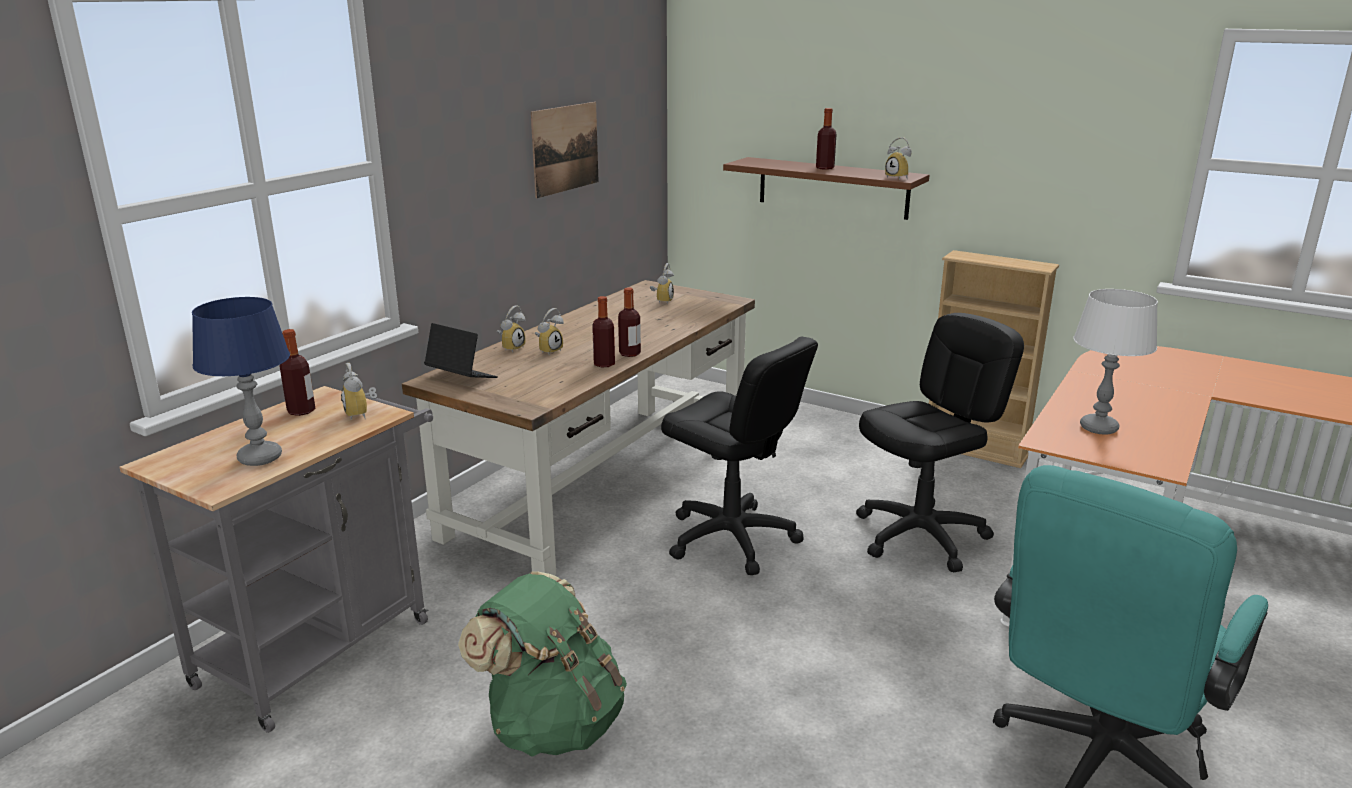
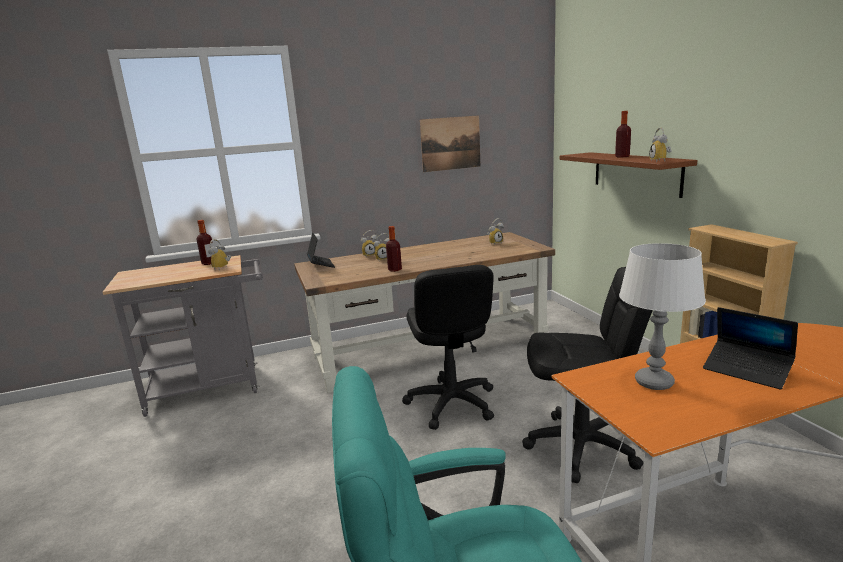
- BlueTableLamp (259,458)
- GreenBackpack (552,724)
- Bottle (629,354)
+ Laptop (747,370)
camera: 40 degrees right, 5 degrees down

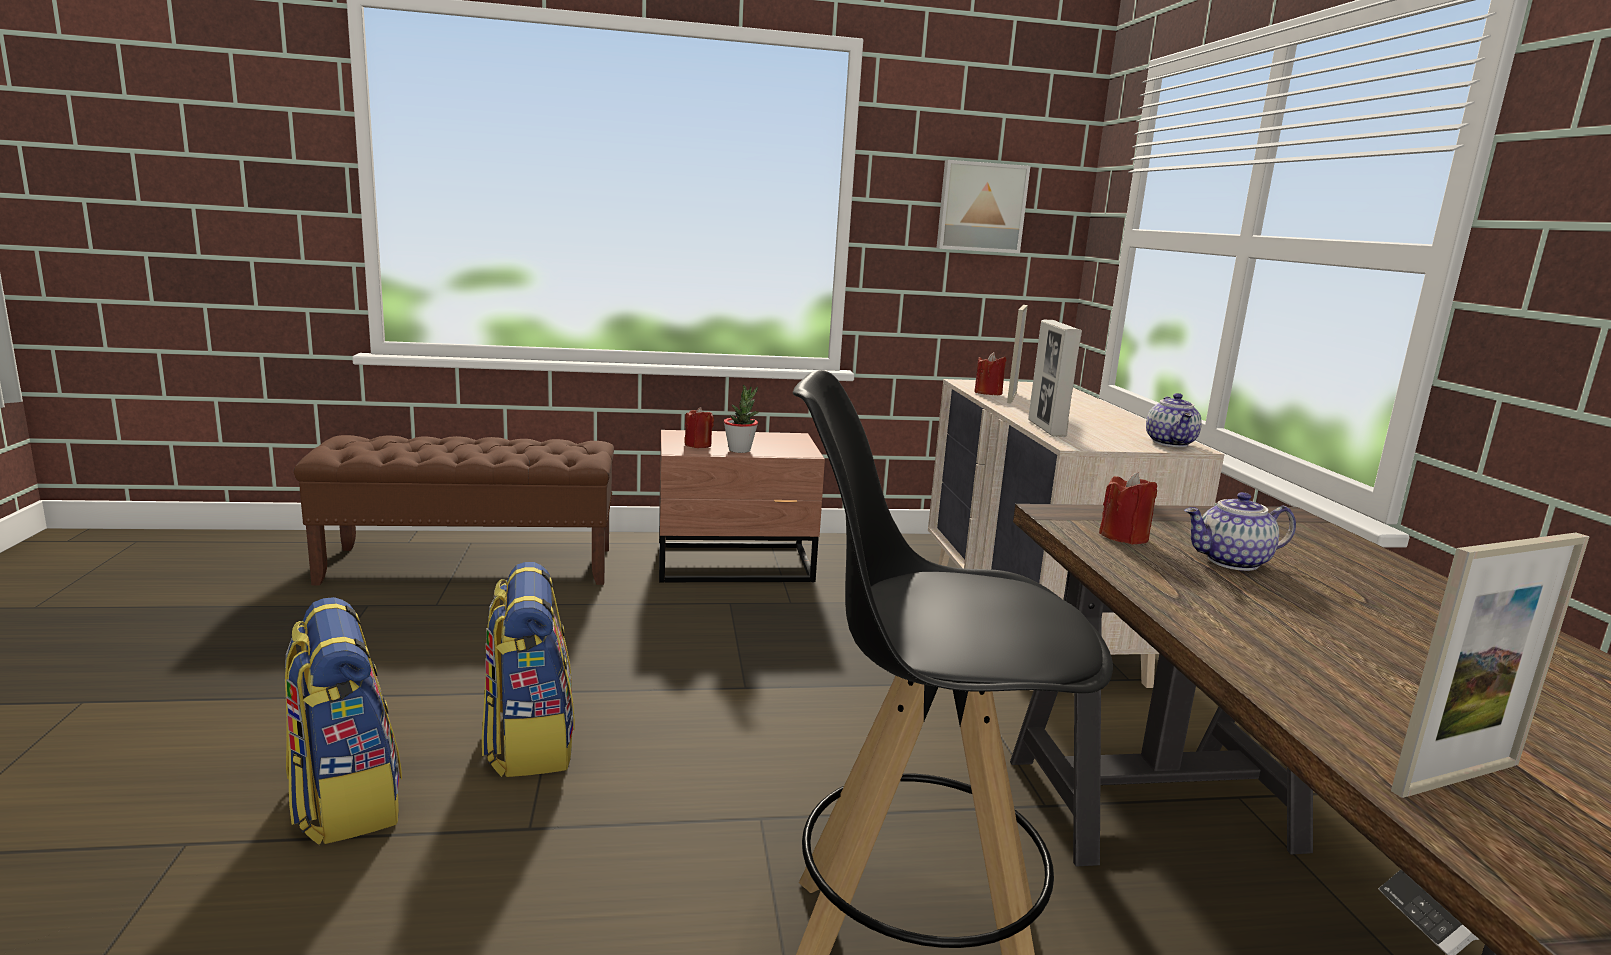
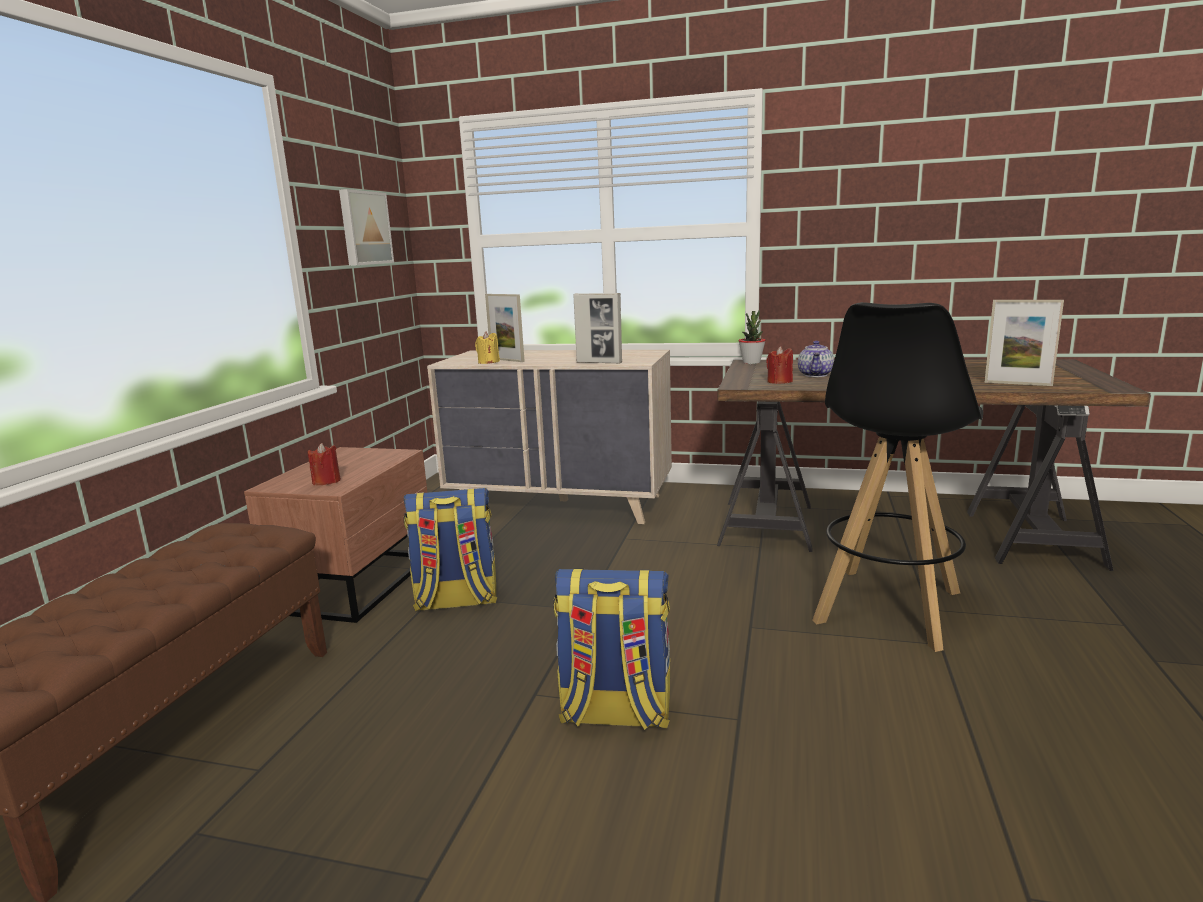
~ Backpack (345,800) to (456,601)
~ PottedPlant (739,450) to (751,362)
~ RedCandle (988,393) to YellowCandle (488,362)
- Teapot (1171,443)
~ PictureFrame (1456,777) = (1018,384) 120 degrees clockwise
camera: 65 degrees left, 0 degrees up

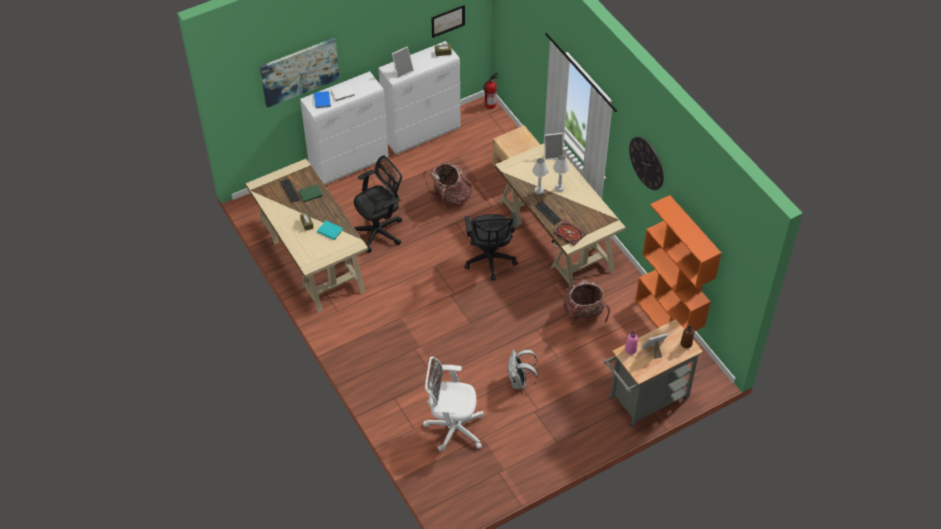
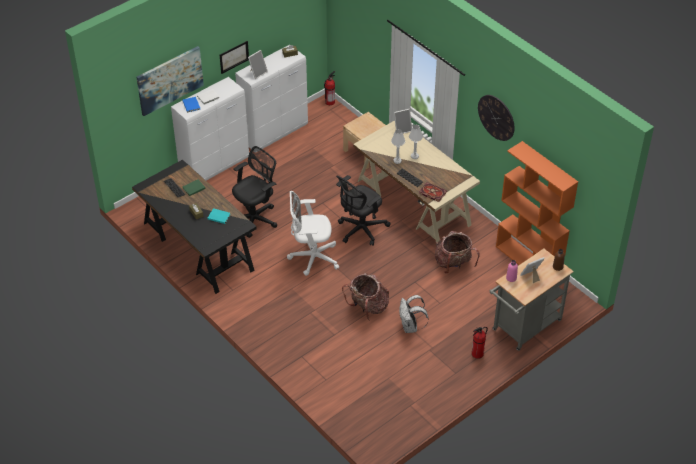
~ BeigeDesk (310,255) to BlackDesk (197,247)
~ Backpack (450,197) to (368,307)
~ WhiteOfficeChair (452,428) to (311,257)
~ Picture (448,21) to (234,57)
~ BlackOfficeChair (490,260) = (360,230) 60 degrees clockwise
+ FireExtinguisher (477,354)
camera: 10 degrees left, 5 degrees down

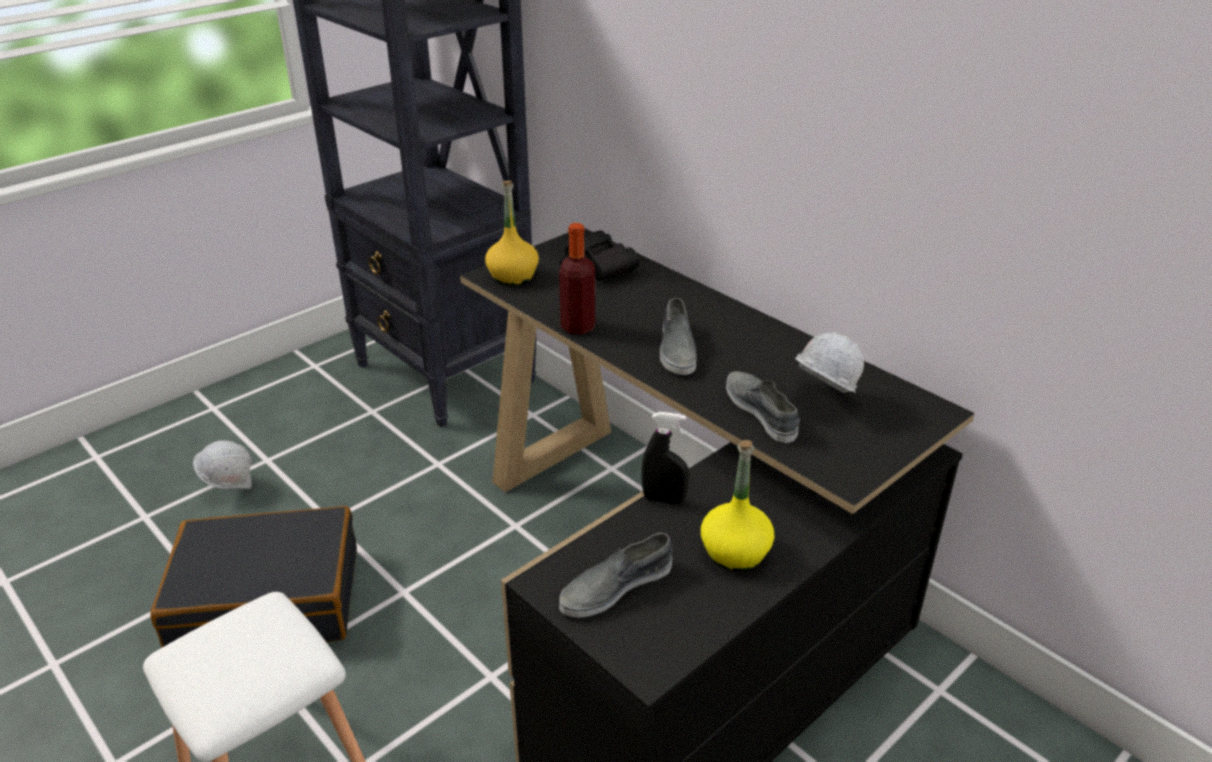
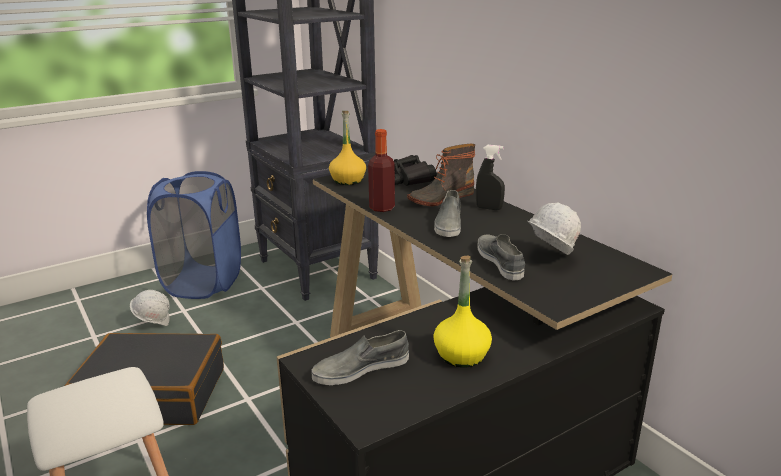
~ BlackSprayBottle (664,499) to (489,208)
+ BlueLaundryBasket (203,282)
+ Boot (440,198)
camera: 10 degrees right, 10 degrees down

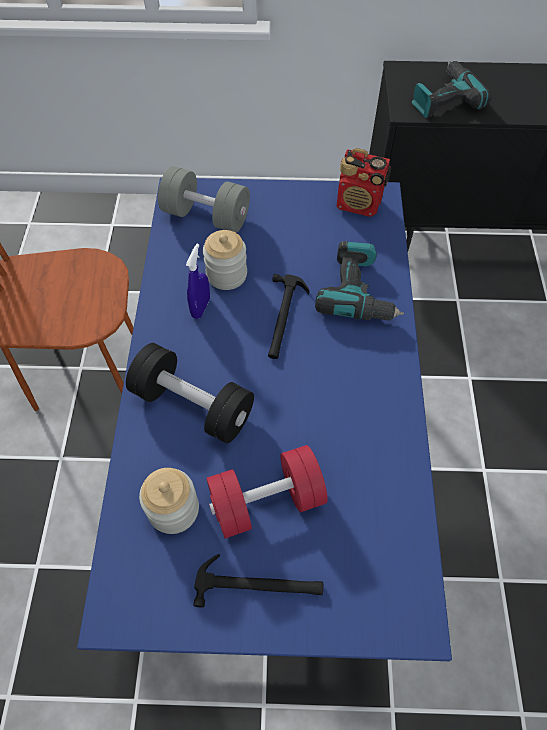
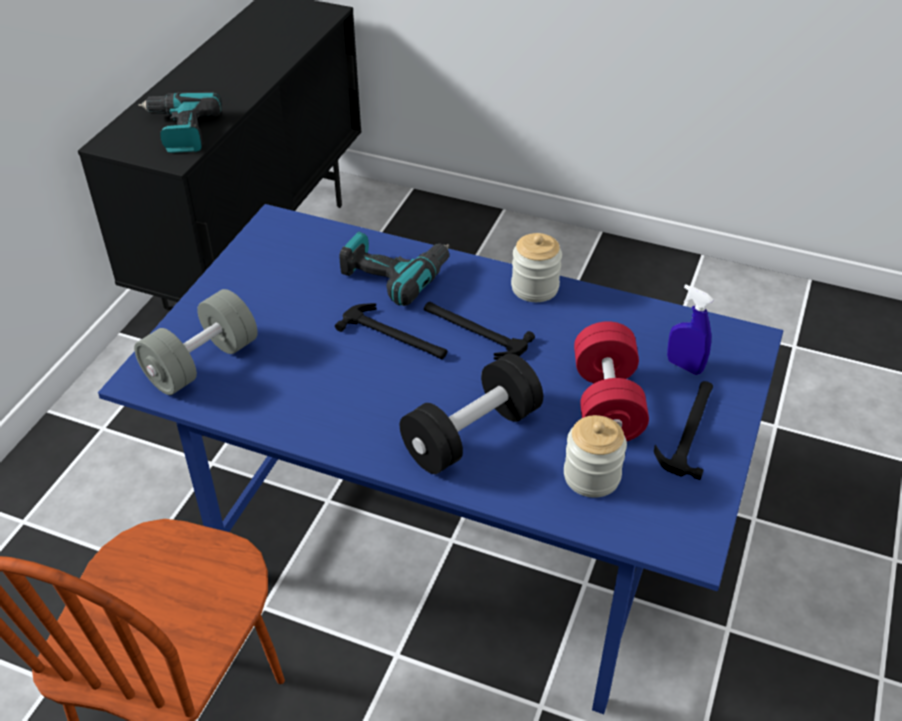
~ BlueSprayBottle (201,307) to (684,366)
~ Jar (226,274) to (535,288)
- Radio (359,204)
+ Hammer (473,331)
camera: 70 degrees left, 15 degrees down

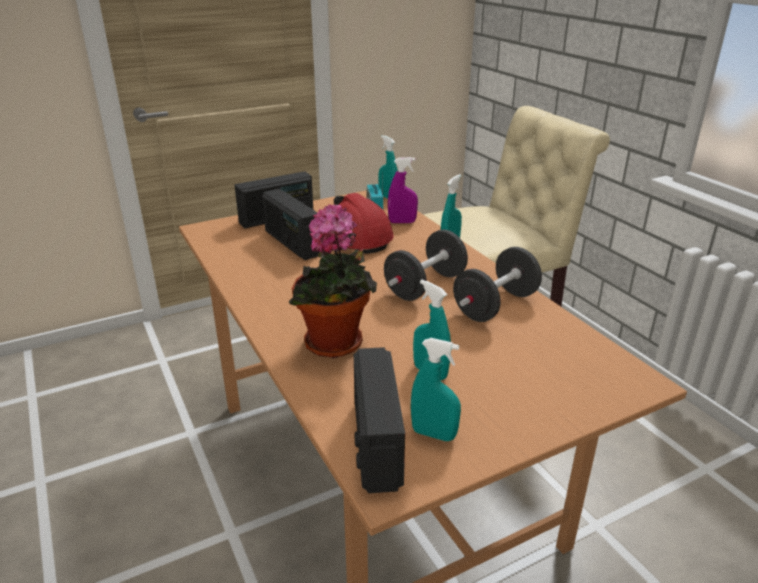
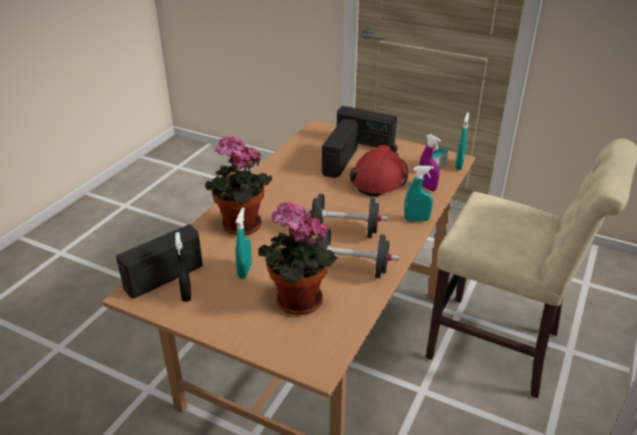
~ TurquoiseSprayBottle (433,434) to BlackSprayBottle (186,294)
+ PottedPlant (296,303)
camera: 55 degrees right, 5 degrees up

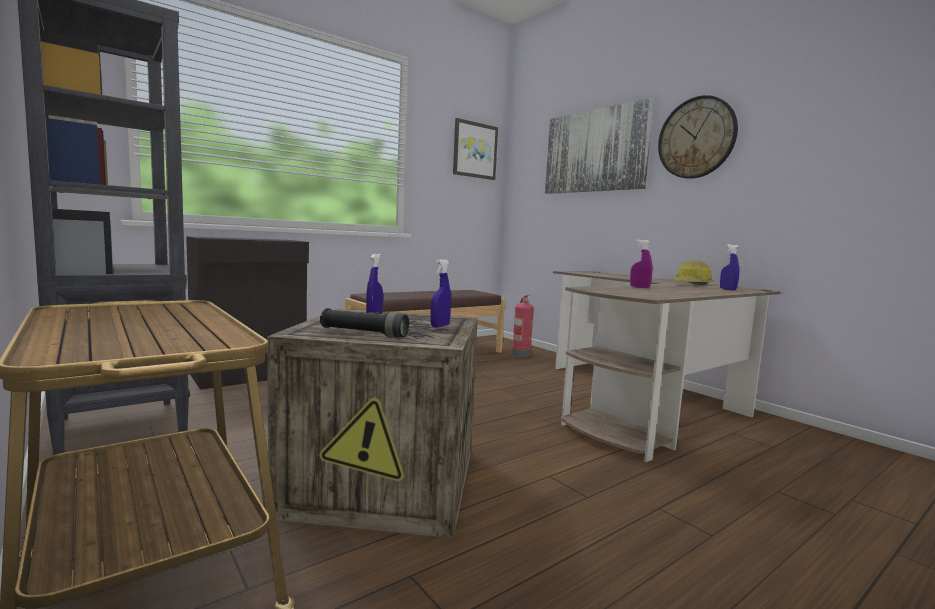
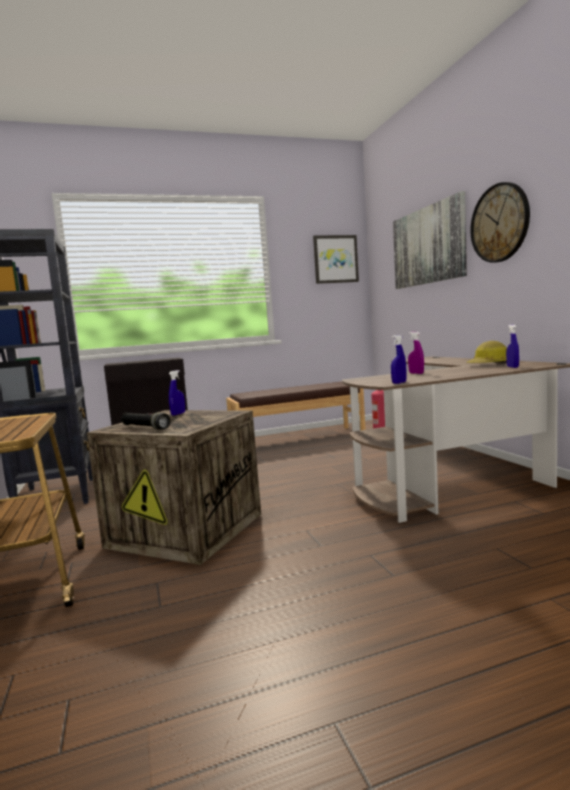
~ BlueSprayBottle (440,326) to (399,383)
camera: 20 degrees right, 0 degrees up

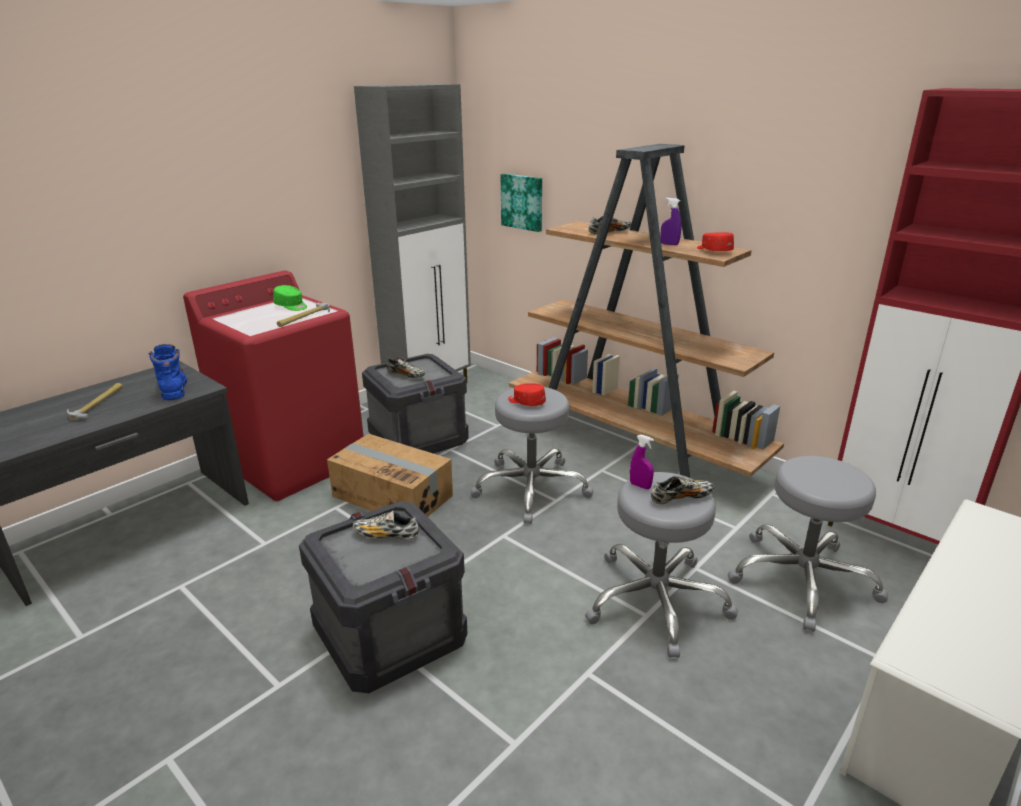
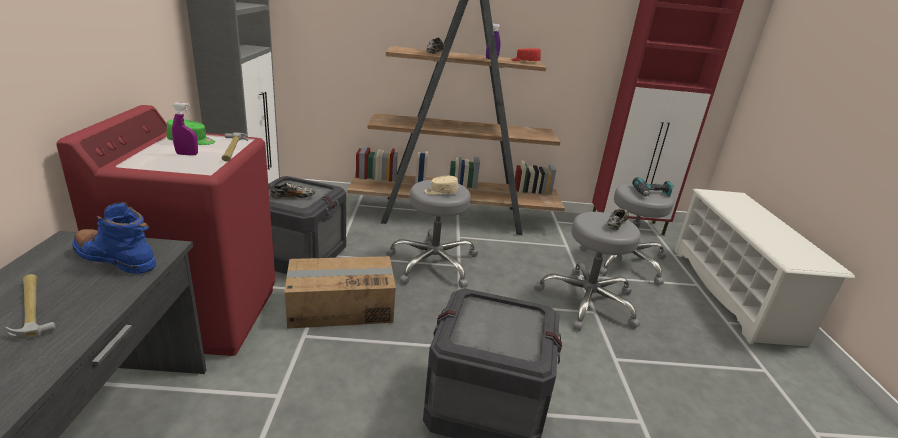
- Shoe (386,536)
- Picture (522,202)
~ RedCap (526,402) to BeigeCap (441,192)
~ PurpleSprayBottle (640,486) to (187,154)
+ PowerDrill (652,194)
camera: 45 degrees left, 0 degrees up

